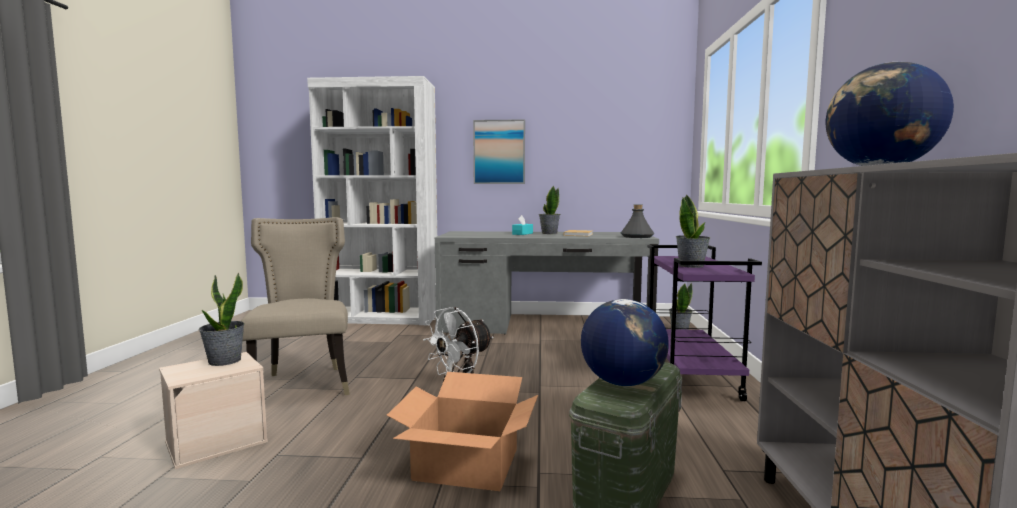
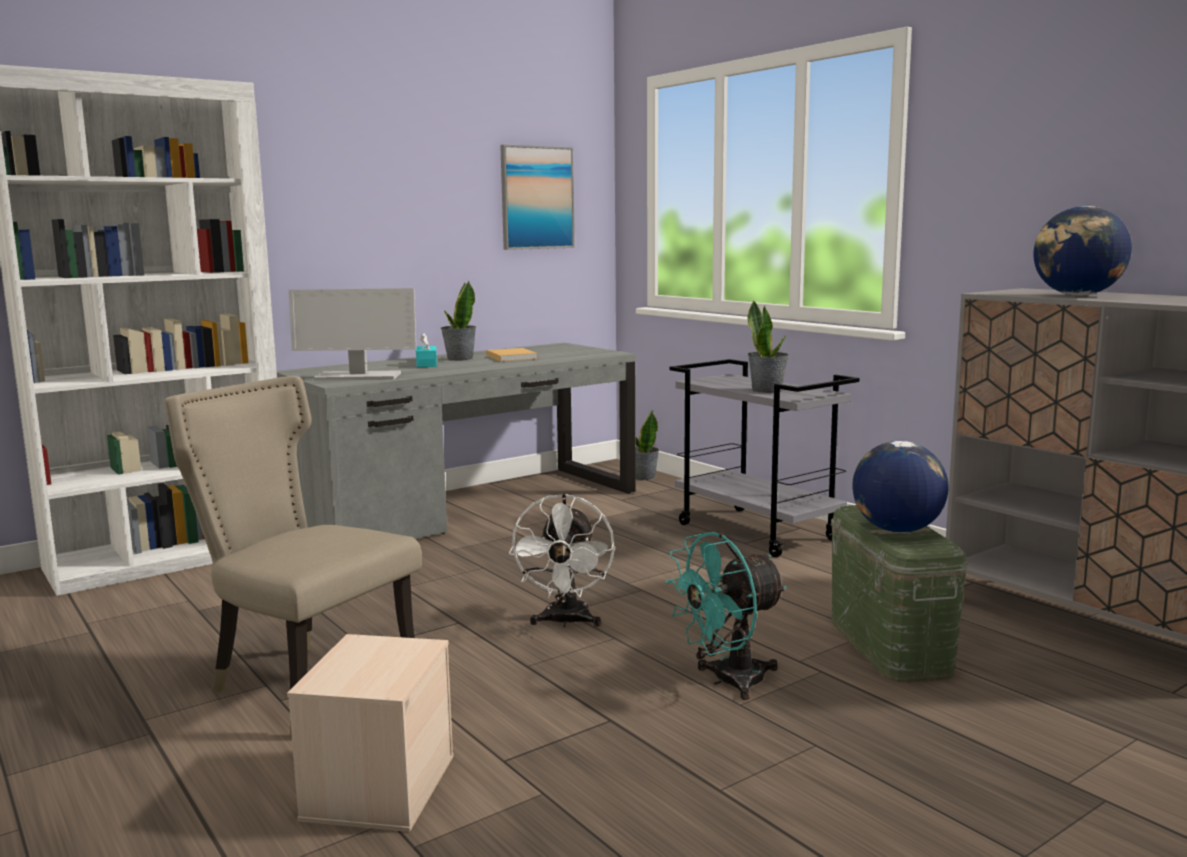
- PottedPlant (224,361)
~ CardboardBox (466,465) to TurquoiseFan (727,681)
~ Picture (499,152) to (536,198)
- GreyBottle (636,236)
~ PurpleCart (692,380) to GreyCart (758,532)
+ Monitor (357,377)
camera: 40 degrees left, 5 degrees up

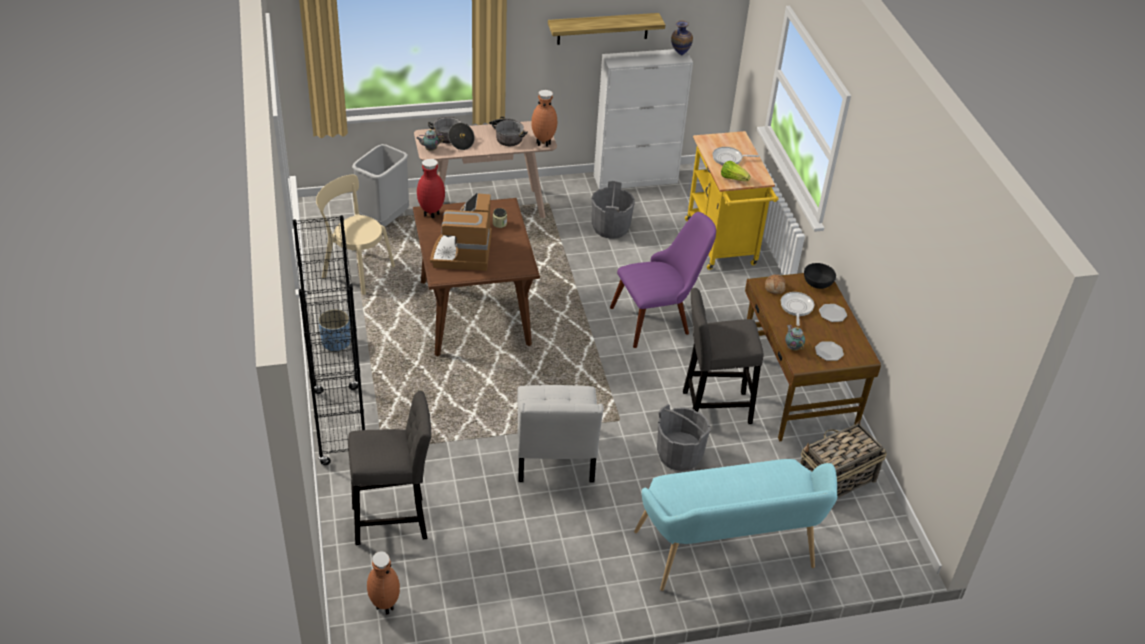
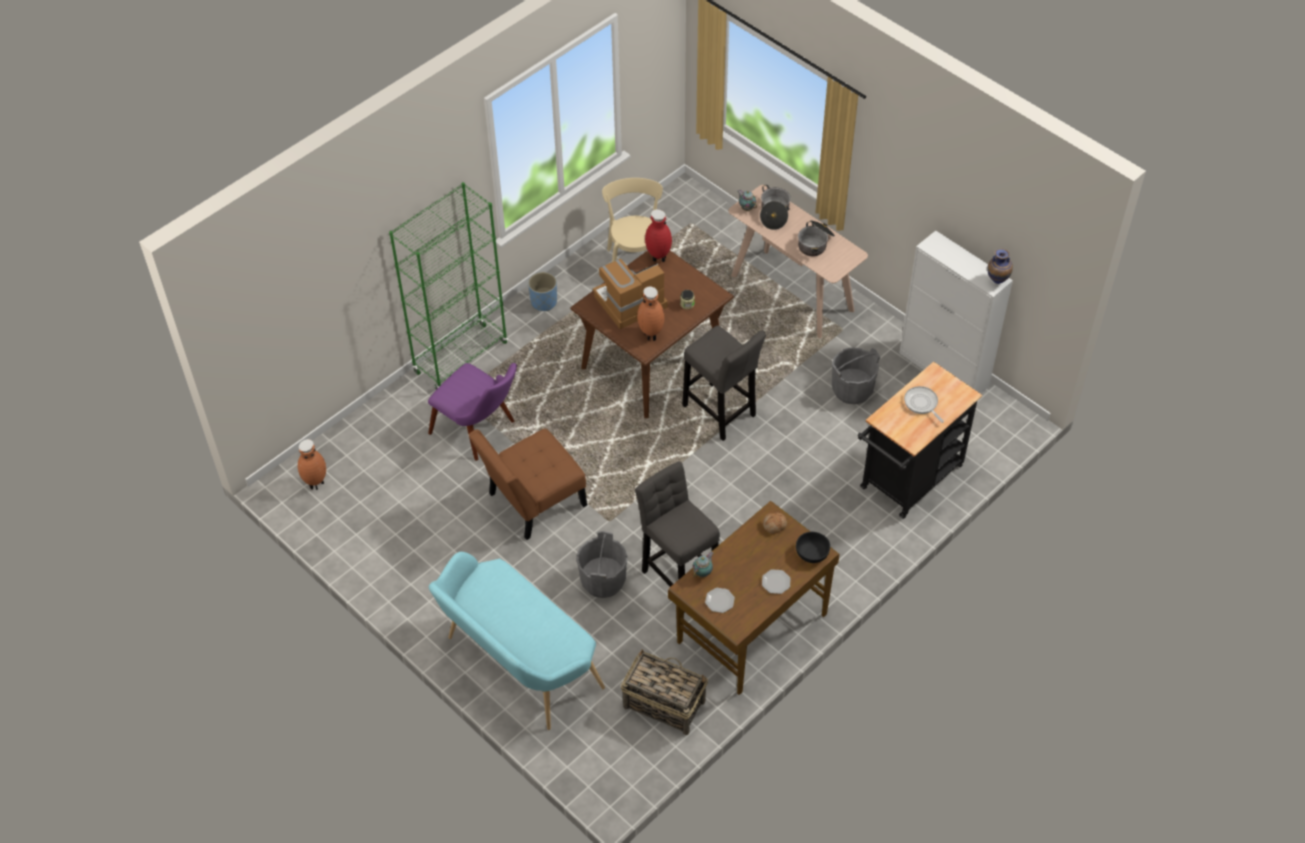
~ BlackBookcase (340,425) to GreenBookcase (461,357)
~ GreyStool (394,521) to (721,414)
- GreyTrashCan (383,220)
~ WhiteChair (555,458) to BrownChair (532,502)
~ BrownVase (543,143) to (651,335)
- Shelf (603,28)
~ PurpleChair (659,318) to (481,431)
~ YellowCart (722,246) to BlackCart (907,482)
- Lettuce (733,178)
- FryingPan (796,308)
camera: 60 degrees right, 10 degrees up

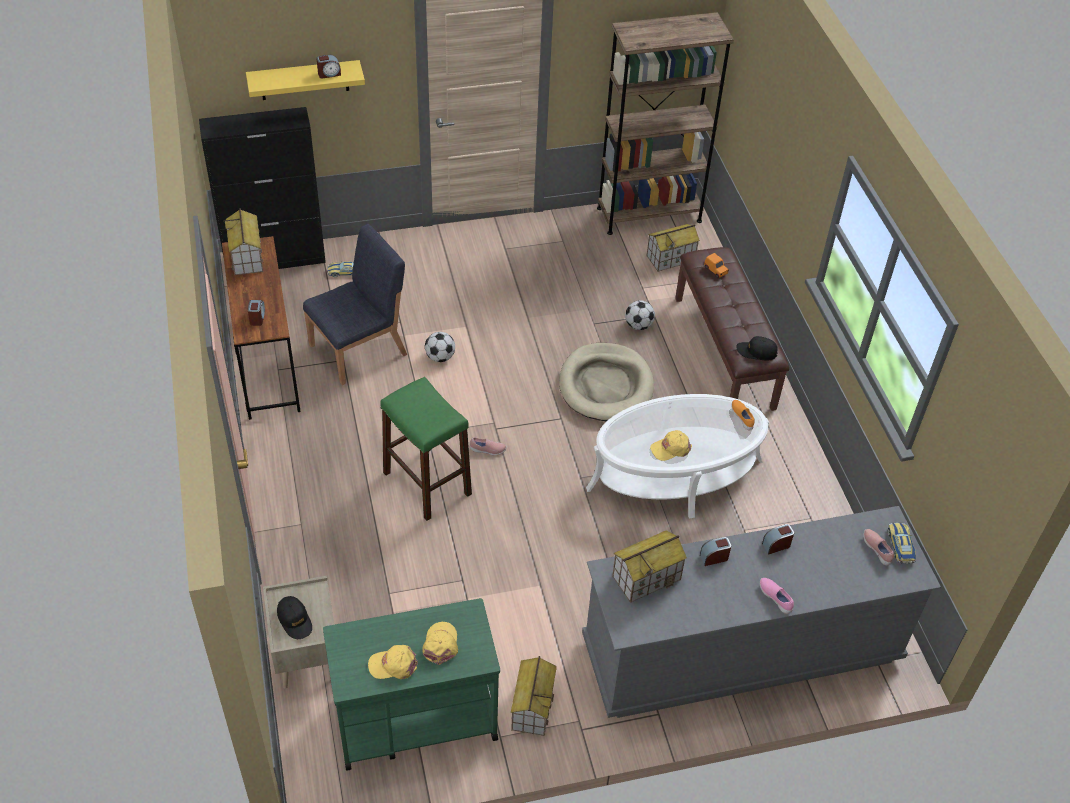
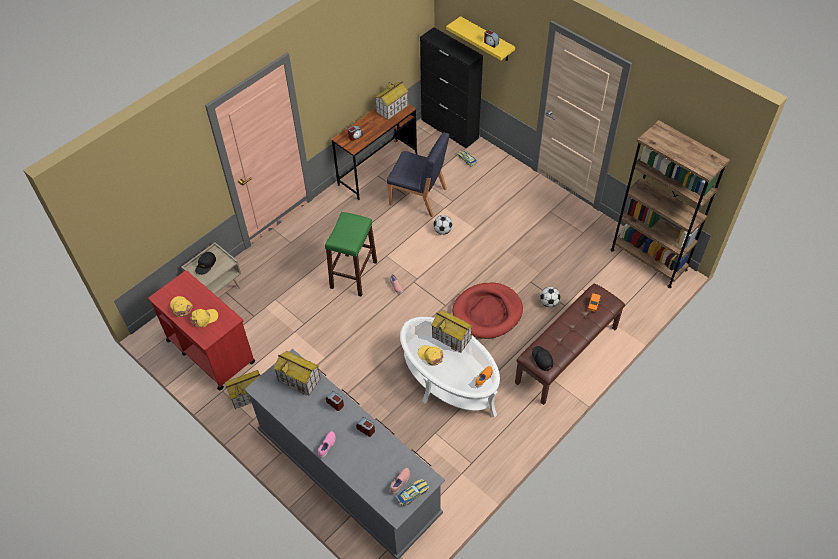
~ GreenCart (414,719) to RedCart (210,351)
~ BeigeDogBed (606,385) to RedDogBed (487,312)
~ ToyHouse (671,258) to (452,337)
camera: 60 degrees right, 5 degrees up

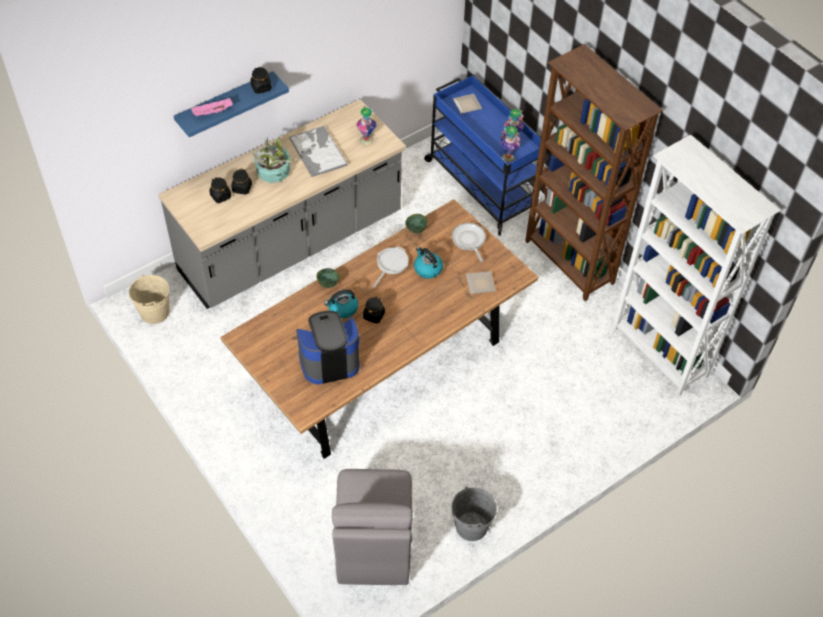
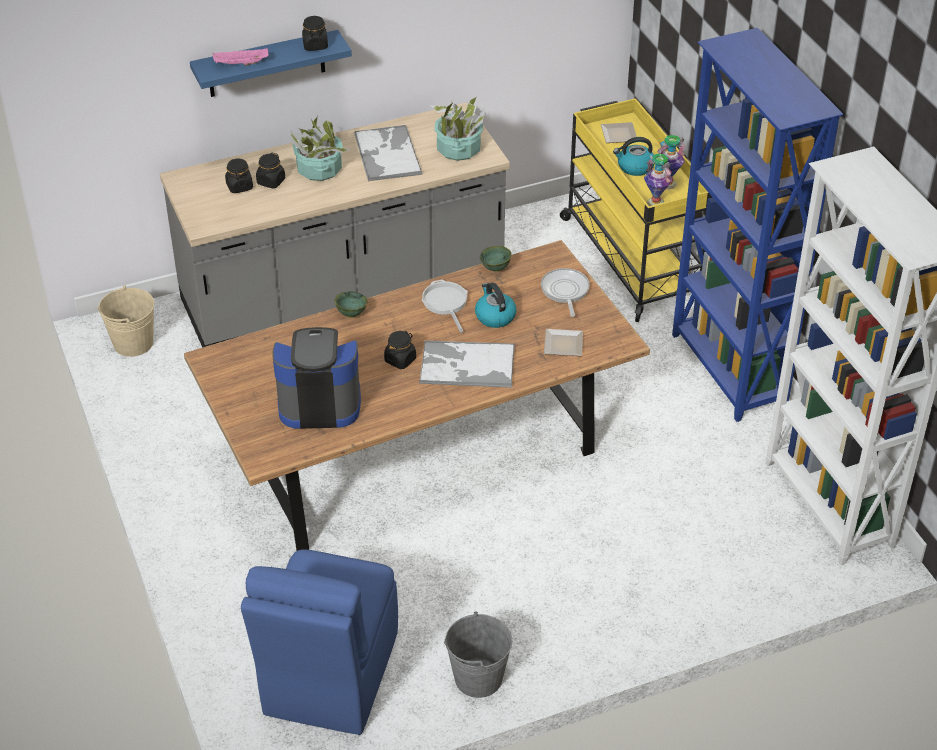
~ Kettle (342,309) to (634,167)
~ GreyChair (373,546) to BlueChair (329,676)
~ Vase (367,140) to PottedPlant (459,149)
~ FryingPan (391,264) = (445,303) 60 degrees counterclockwise
~ BlueCart (481,185) to YellowCart (631,258)
~ BrownBookcase (569,263) to BlueBookcase (727,371)
+ Tray (466,365)
camera: 15 degrees right, 10 degrees down

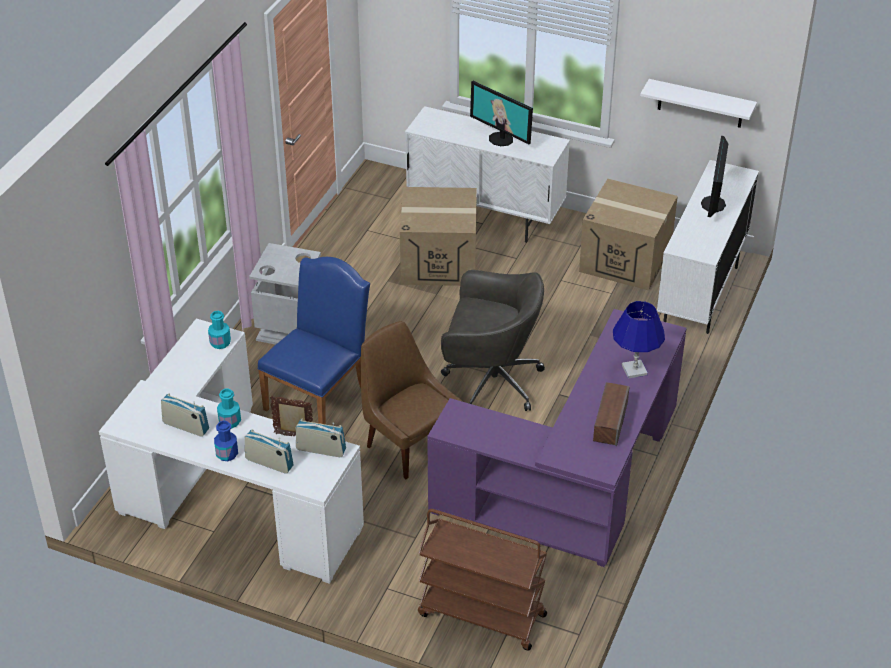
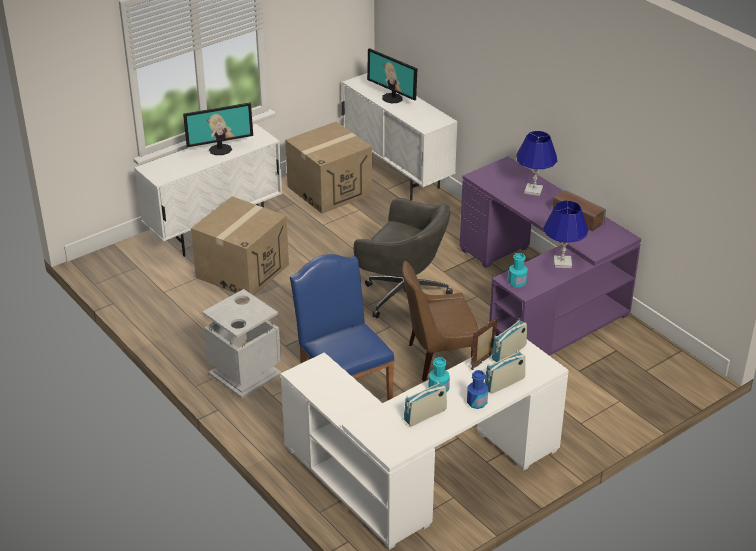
~ TurquoiseBottle (220,343) to (517,282)
- BrownCart (480,615)
~ GreyOfficeChair (490,382) = (403,296) 75 degrees clockwise
- WhiteShelf (700,104)
+ BlueTableLamp (562,262)
camera: 60 degrees left, 5 degrees down

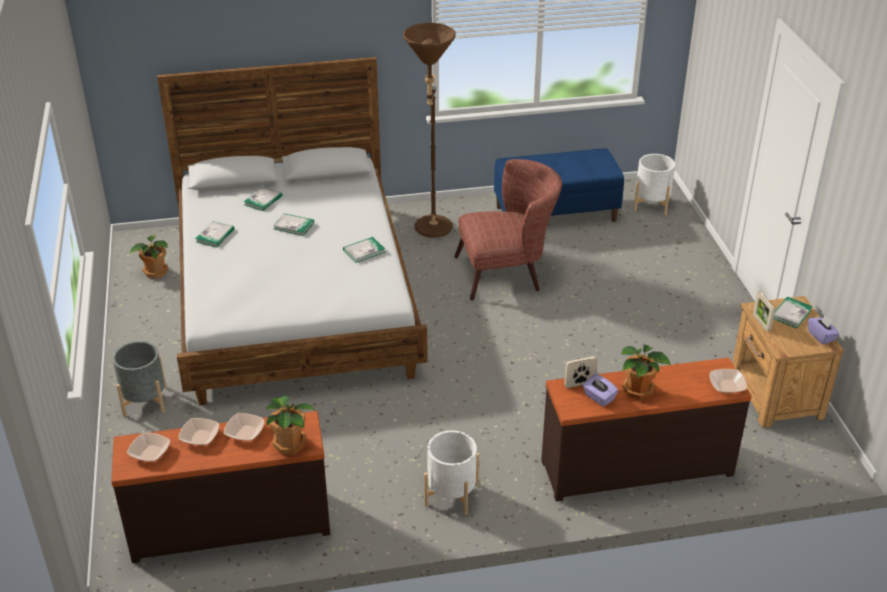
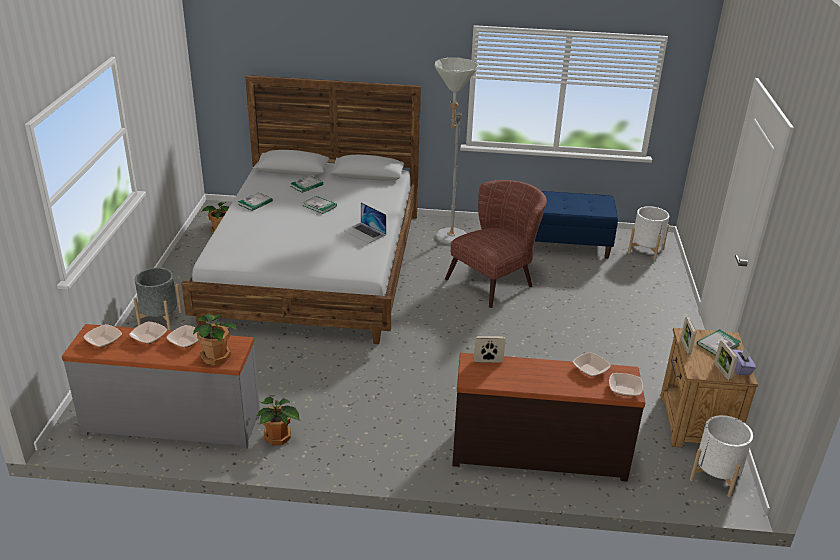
~ BrownDresser (230,524) to GreyDresser (173,423)
~ Book (364,251) to Laptop (364,232)
~ BrownFloorLamp (431,232) to GreyFloorLamp (448,240)
~ WhitePlanter (451,494) to (715,476)
~ BrownArmchair (507,273) = (496,280) 45 degrees counterclockwise
- PurpleTissueBox (598,397)
~ PottedPlant (639,391) to (278,438)
+ Bowl (590,369)
+ PictureFrame (722,371)
camera: 15 degrees right, 5 degrees down

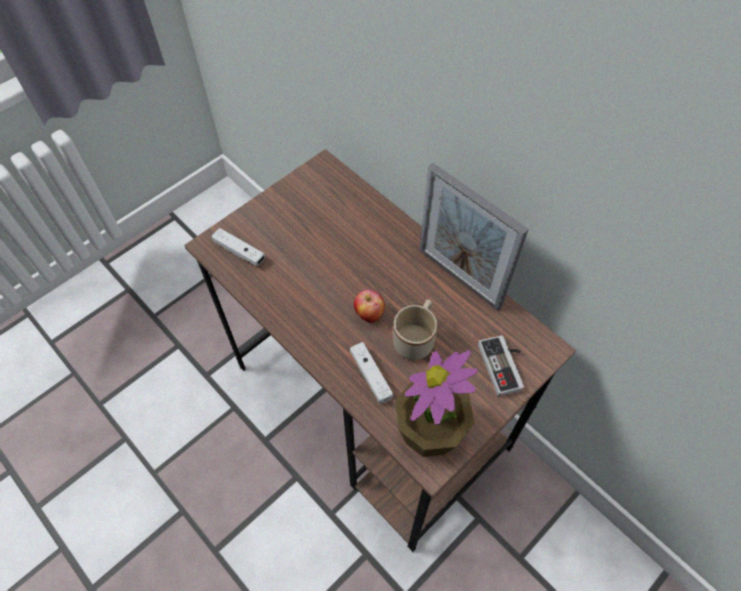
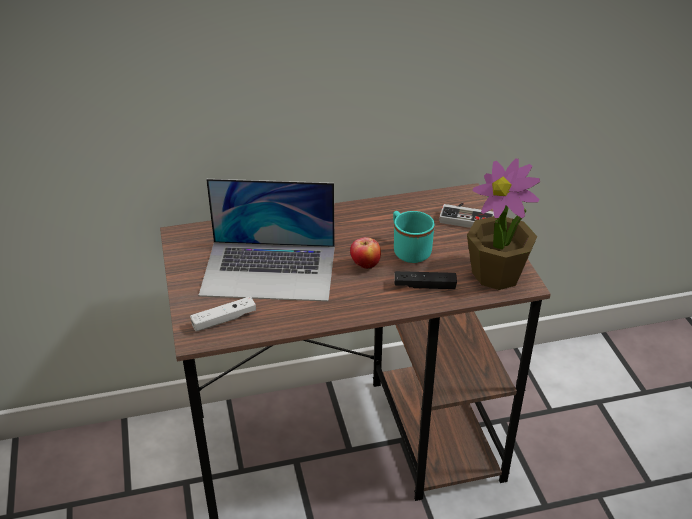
~ WhiteGameController (371,375) to BlackGameController (424,286)
~ BeigeMug (416,338) to TurquoiseMug (408,250)
- PictureFrame (459,278)
+ Laptop (269,270)
camera: 60 degrees left, 20 degrees down

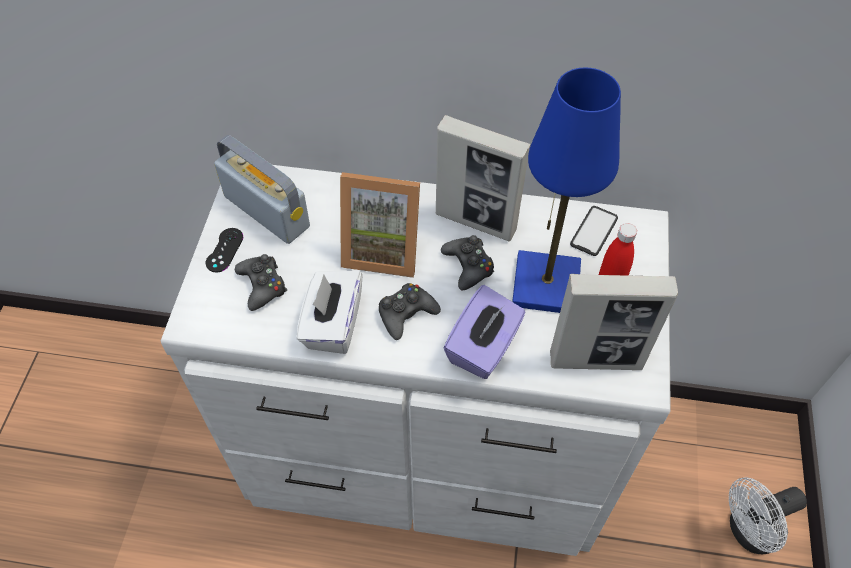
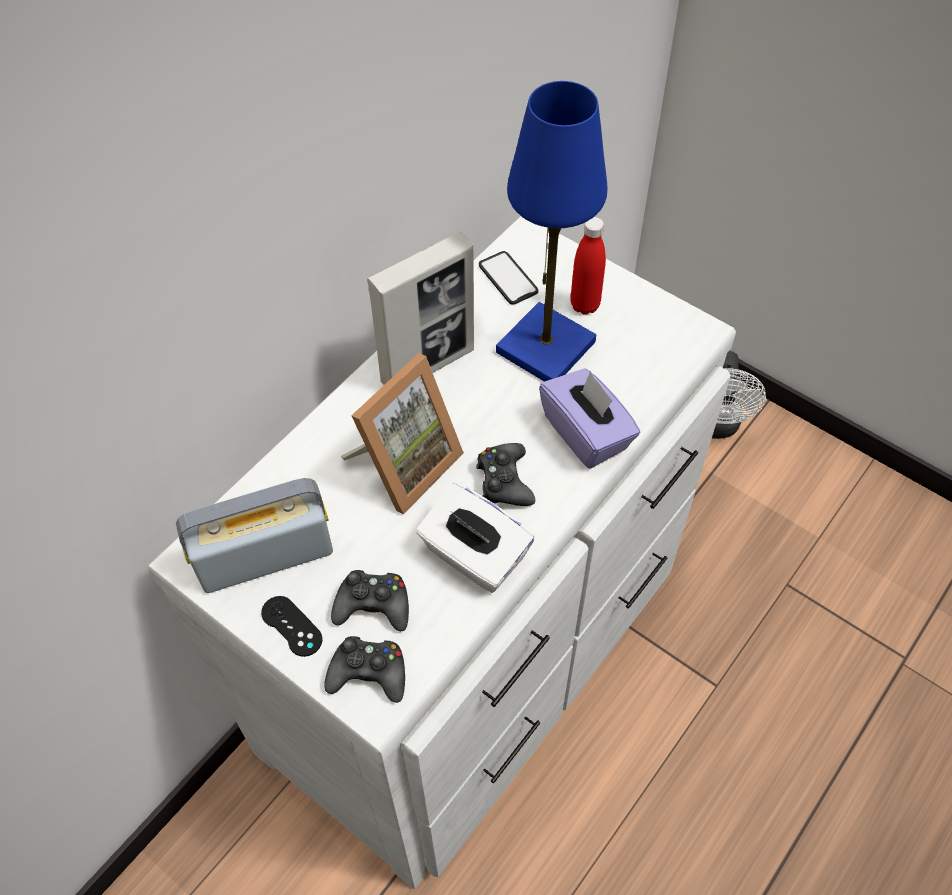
~ BlackGameController (468,266) to (369,673)
- PictureFrame (596,360)
camera: 60 degrees left, 0 degrees up

